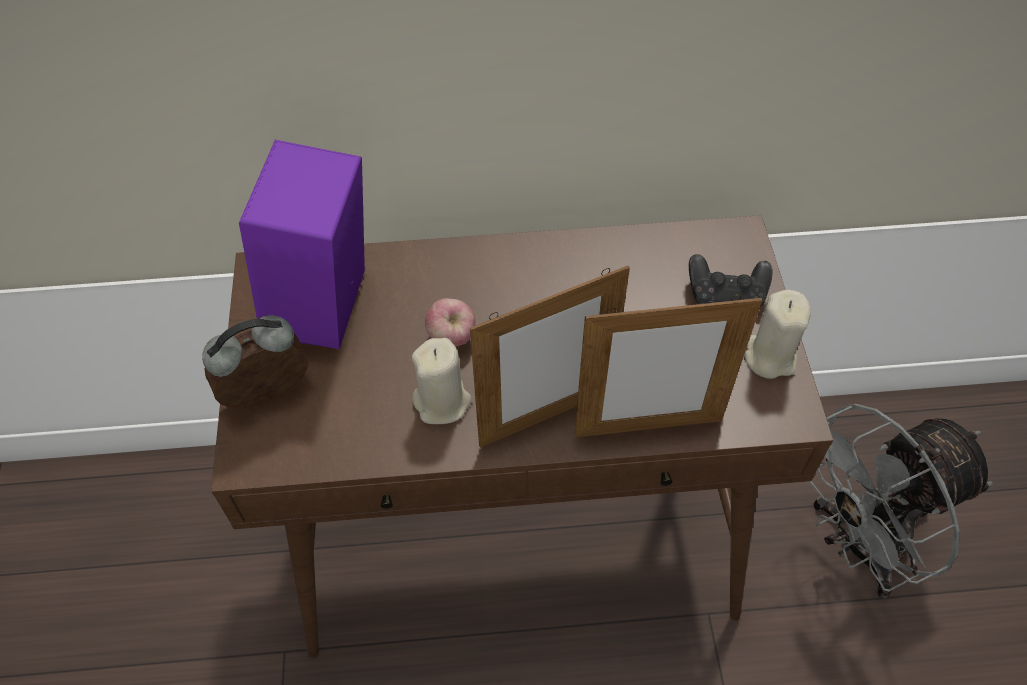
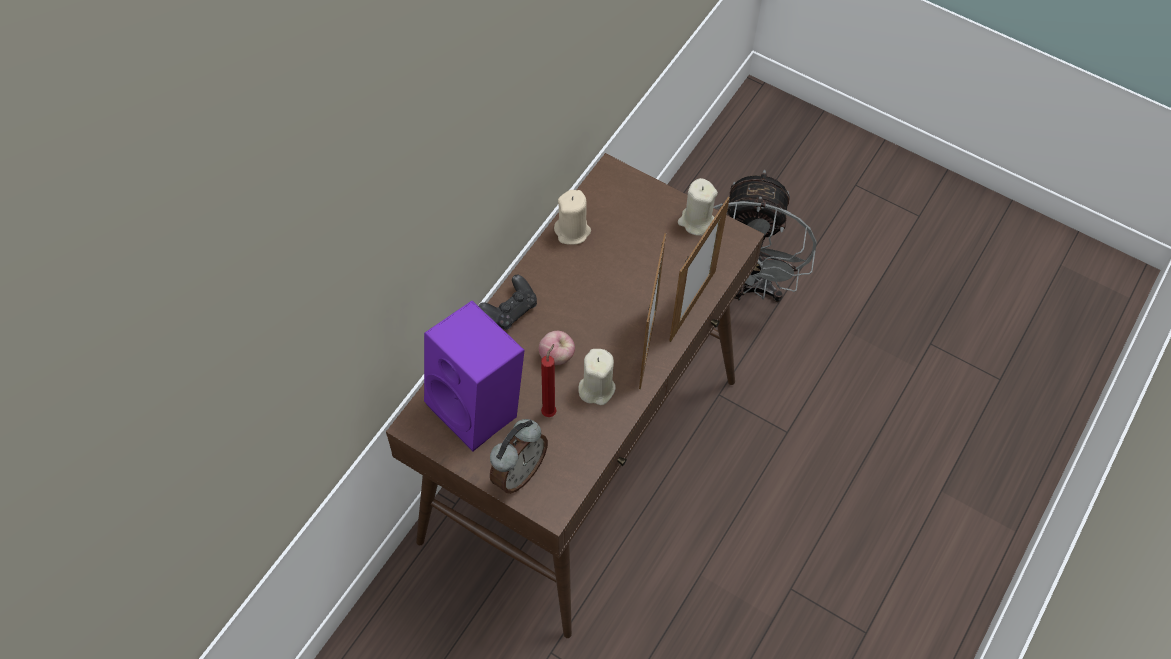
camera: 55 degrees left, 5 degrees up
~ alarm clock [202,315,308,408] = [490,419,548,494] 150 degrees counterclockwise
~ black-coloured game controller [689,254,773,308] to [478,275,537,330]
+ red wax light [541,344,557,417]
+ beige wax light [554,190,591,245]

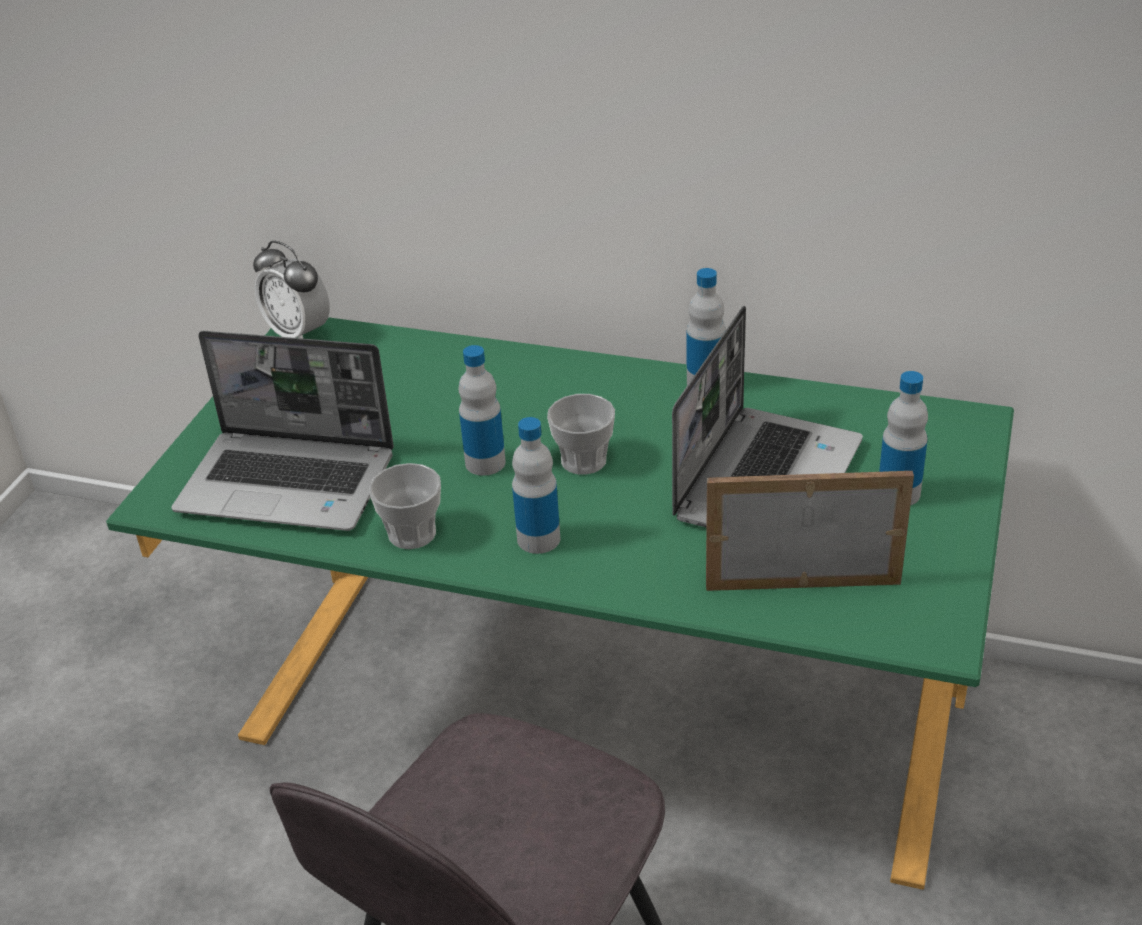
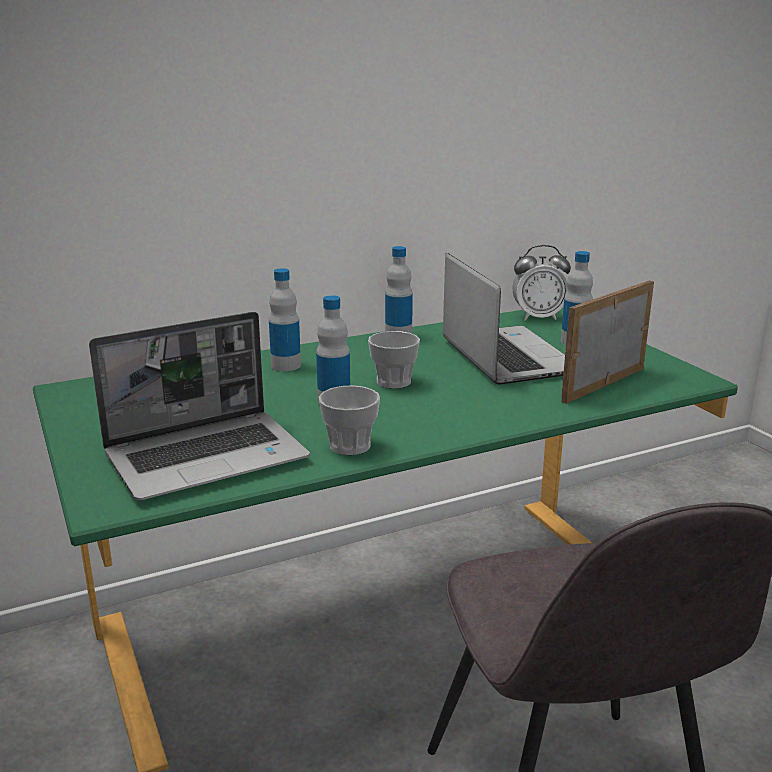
camera: 45 degrees left, 15 degrees down
~ alarm clock [253,241,330,339] to [512,245,571,321]
~ bottle [512,417,560,554] to [269,268,301,371]

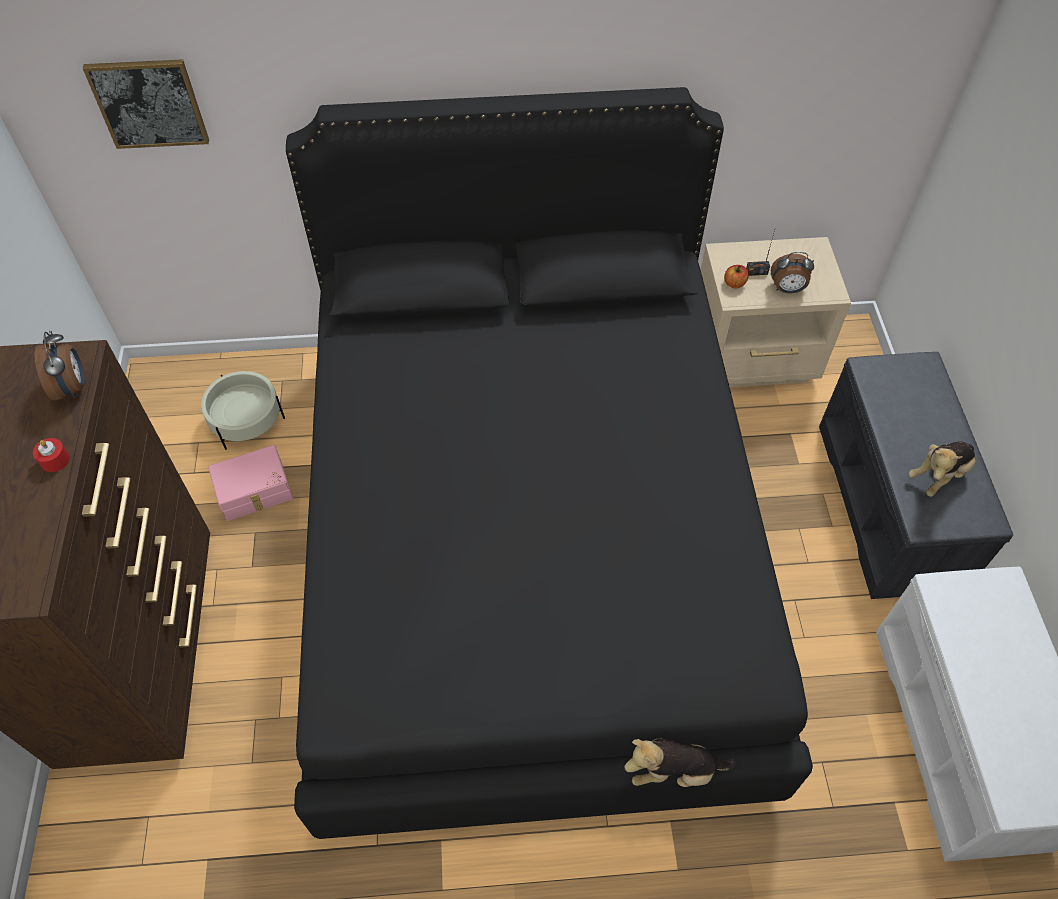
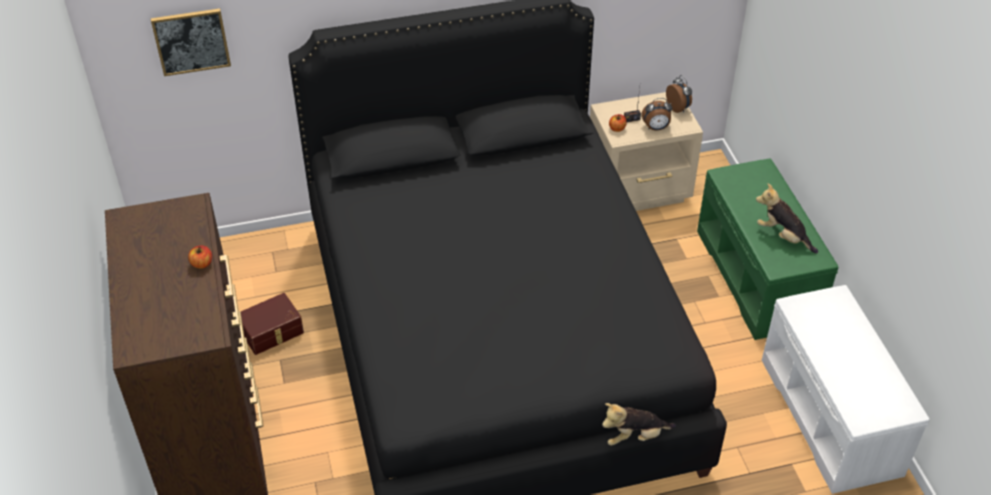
camera: 10 degrees left, 10 degrees down
~ red wax light [33,438,70,472] to whole apple [188,245,212,269]
~ alarm clock [34,331,84,400] to [666,75,692,113]
- beige planter [201,371,285,450]
~ pinkish storage container [208,445,293,521] to brownish storage container [241,293,304,355]
~ greyish long seat [819,352,1013,599] to green-coloured long seat [697,159,838,340]
~ cuddly toy [909,441,975,497] = [756,183,818,254] 90 degrees clockwise

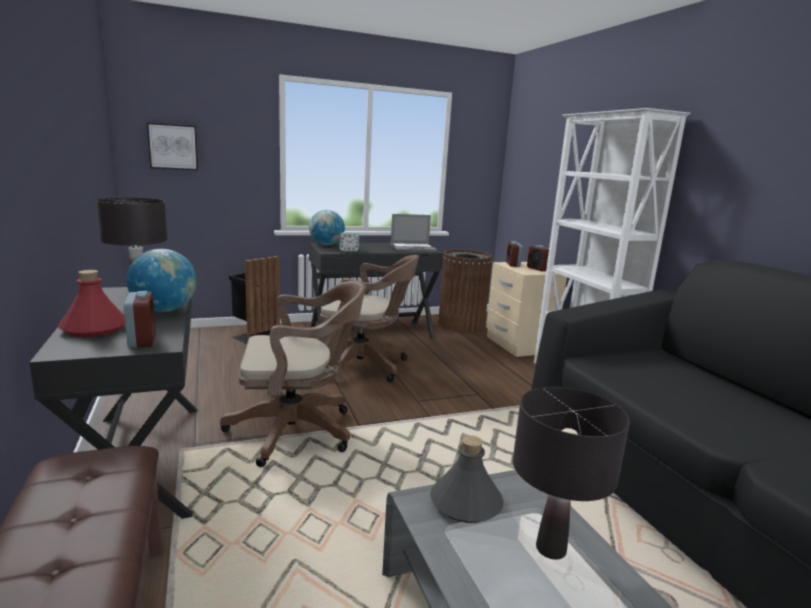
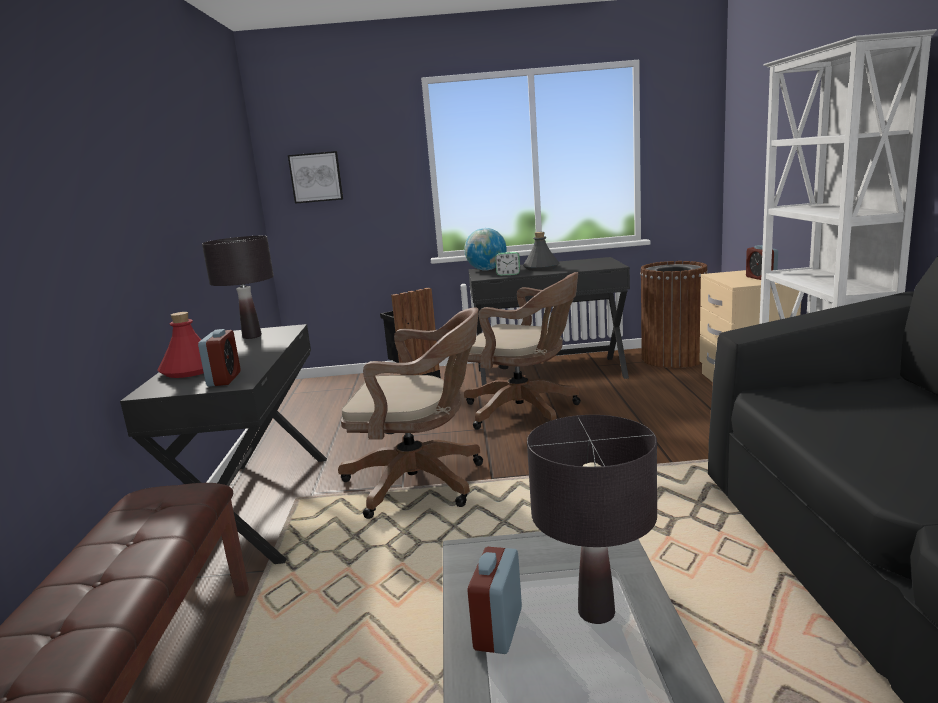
camera: 20 degrees right, 0 degrees up
- desk globe [126,249,197,312]
- notebook computer [391,214,437,252]
~ greyish bottle [430,435,504,523] to [523,232,559,271]
~ alarm clock [506,241,523,267] to [468,547,522,654]

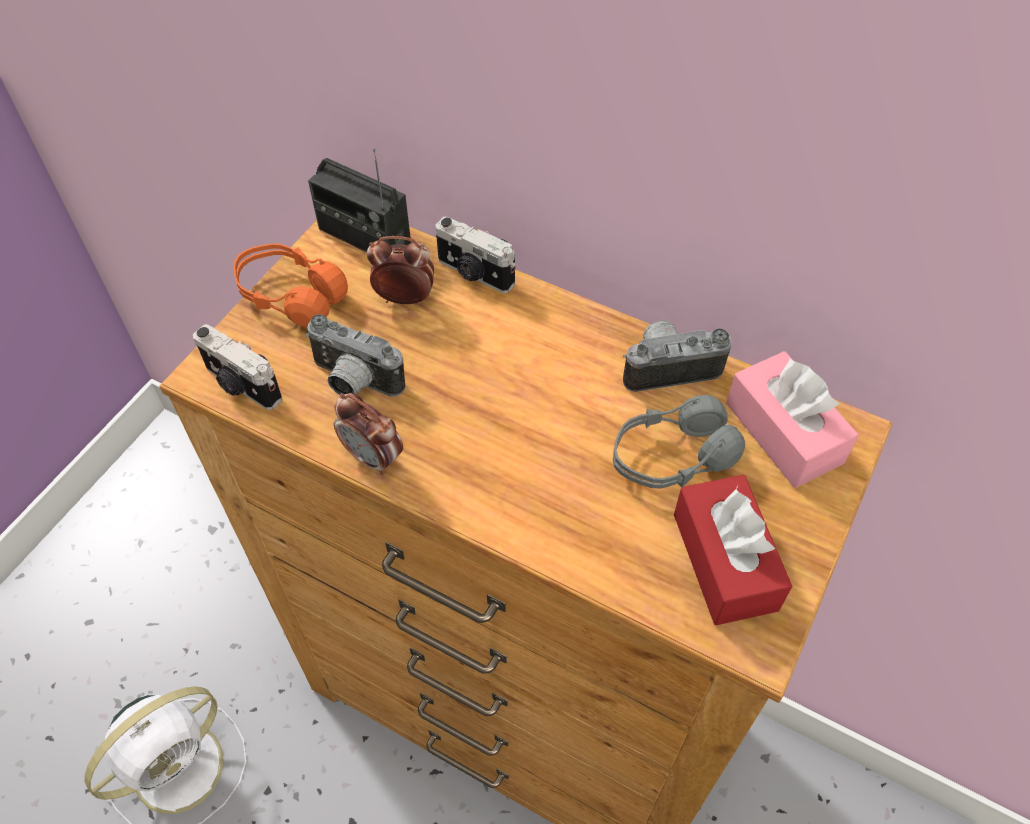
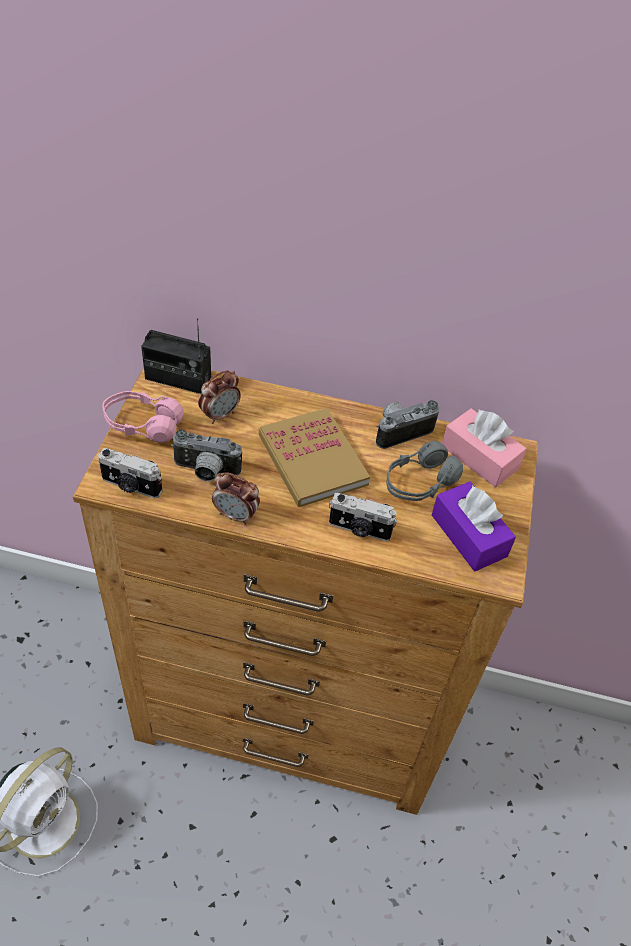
camera: 20 degrees left, 5 degrees down
~ orange-coloured pair of headphones [233,243,348,327] to pinkish pair of headphones [102,391,184,443]
~ alarm clock [366,236,434,305] = [198,370,241,424] 150 degrees clockwise
~ photo camera [435,216,516,293] to [329,493,398,542]
~ red box of tissues [674,475,792,625] to purplish box of tissues [432,482,516,571]
+ book [259,408,370,507]

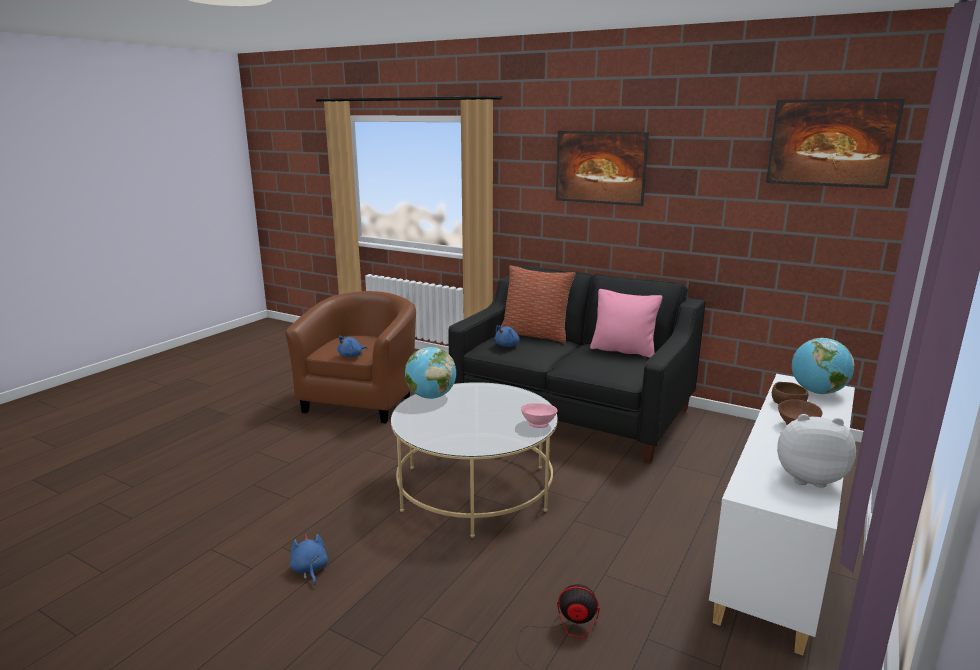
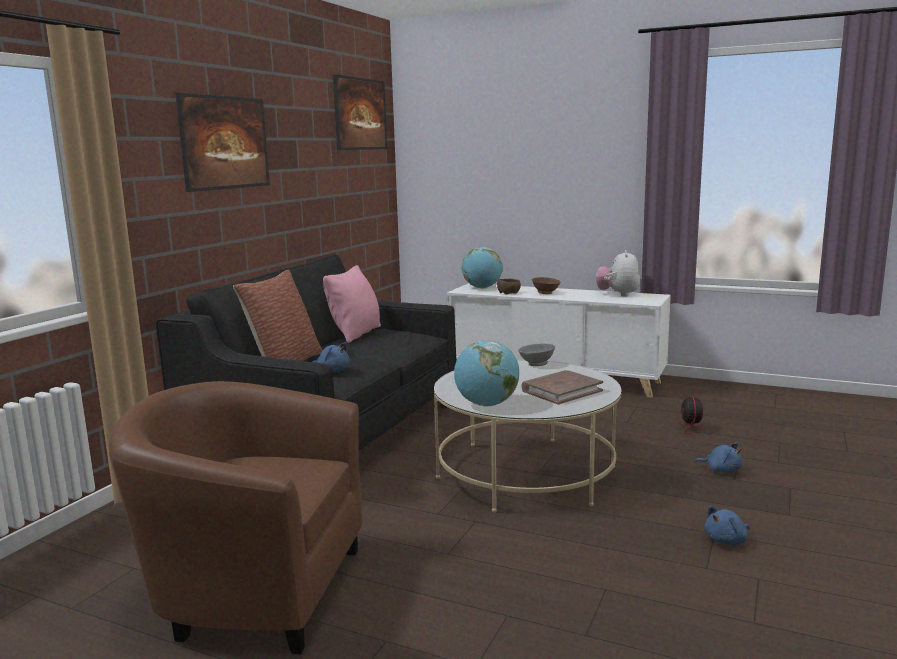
camera: 95 degrees left, 5 degrees down
~ blue cuddly toy [337,336,367,357] to [694,443,742,473]
~ pinkish deep dish [521,403,558,428] to greyish deep dish [518,344,555,366]
+ brownish book [521,370,603,404]

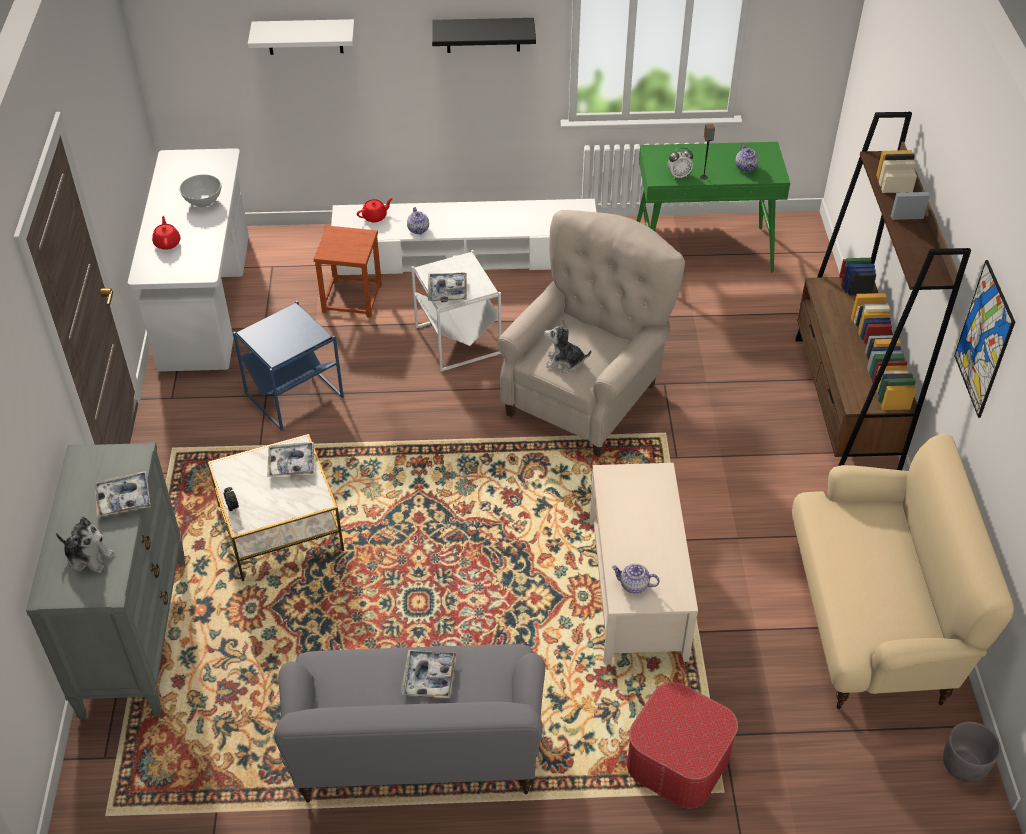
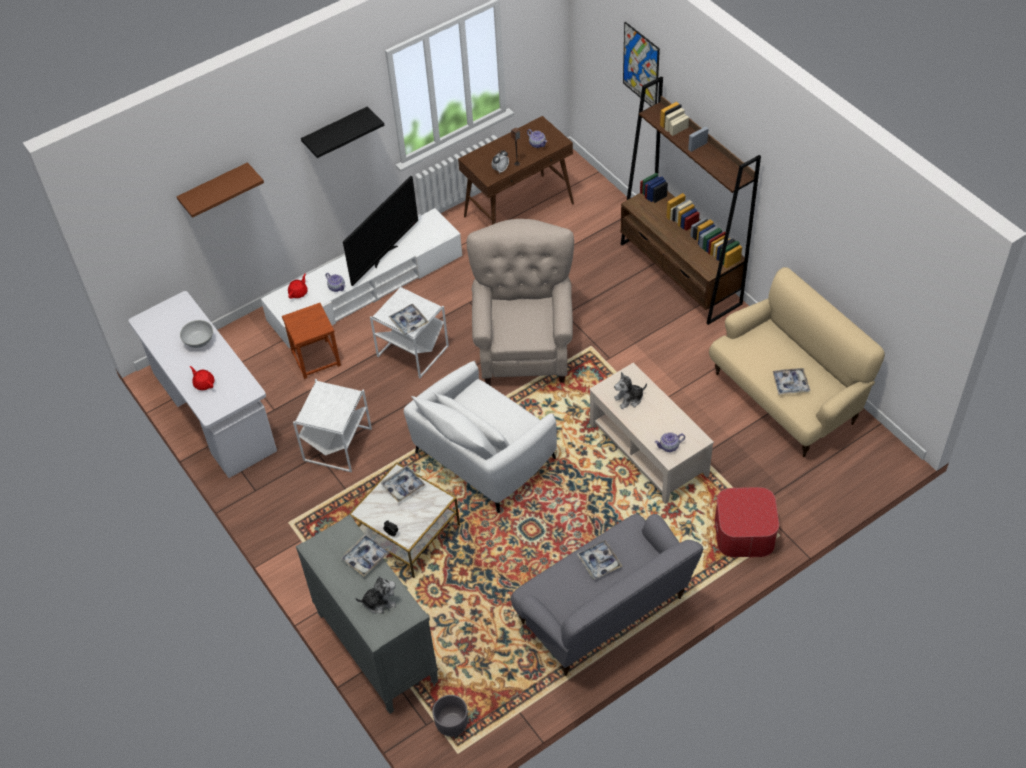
camera: 30 degrees left, 5 degrees up
~ blue side table [233,301,344,431] to white side table [293,379,372,472]
~ white shelf [248,19,355,55] to brownish shelf [176,162,264,218]
~ cuddly toy [544,319,591,373] to [614,372,647,409]
~ green-coloured console table [637,142,790,272] to brownish console table [458,116,574,225]
~ greyish planter [943,721,1001,783] to [432,695,468,737]
~ wall picture [954,260,1015,418] to [623,22,660,106]
+ TV set [343,176,418,286]
+ white lounge chair [404,361,557,513]
+ serving tray [773,368,810,395]

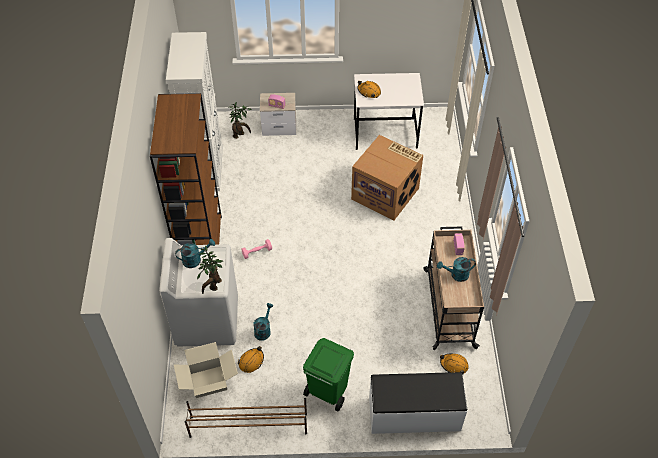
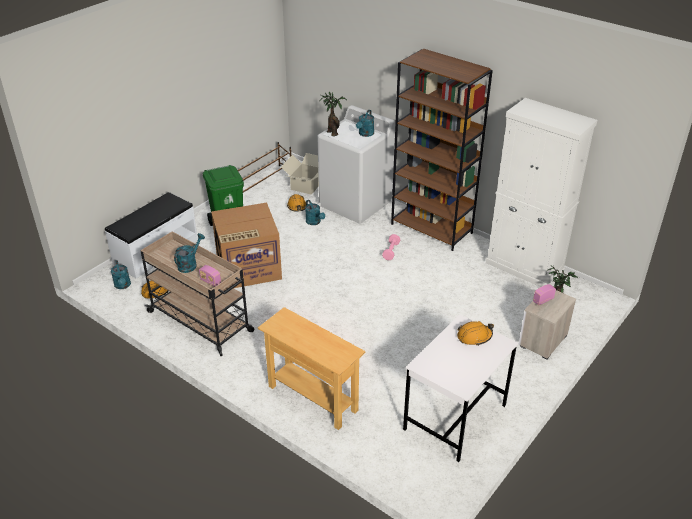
camera: 130 degrees right, 15 degrees down
~ packing box [351,135,423,221] to [211,203,282,288]
+ turquoise sprinkling can [111,260,131,289]
+ beige console table [258,307,366,430]

